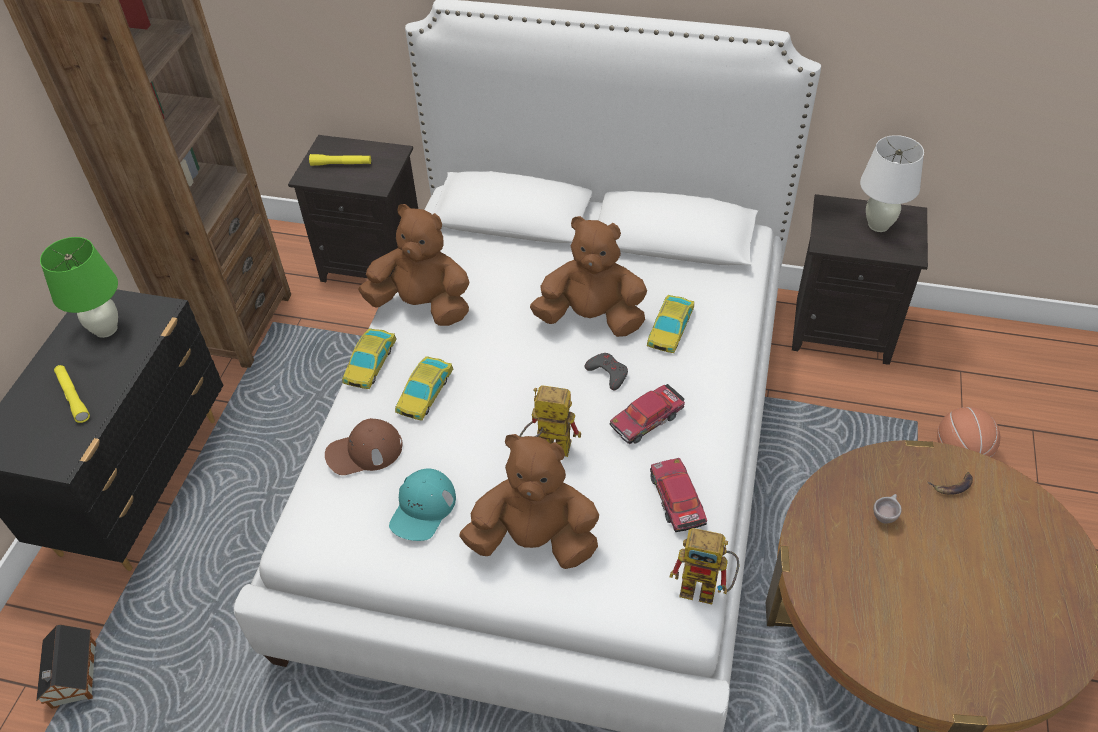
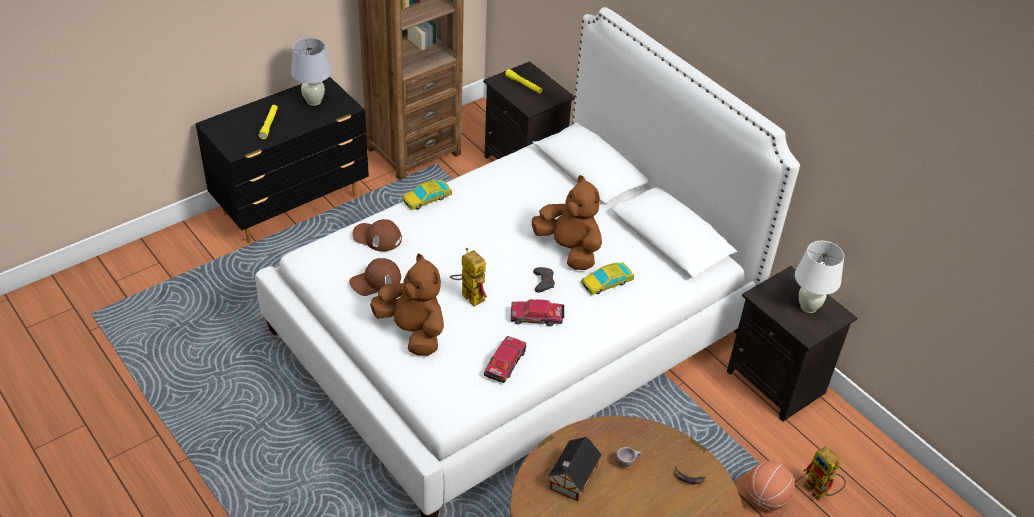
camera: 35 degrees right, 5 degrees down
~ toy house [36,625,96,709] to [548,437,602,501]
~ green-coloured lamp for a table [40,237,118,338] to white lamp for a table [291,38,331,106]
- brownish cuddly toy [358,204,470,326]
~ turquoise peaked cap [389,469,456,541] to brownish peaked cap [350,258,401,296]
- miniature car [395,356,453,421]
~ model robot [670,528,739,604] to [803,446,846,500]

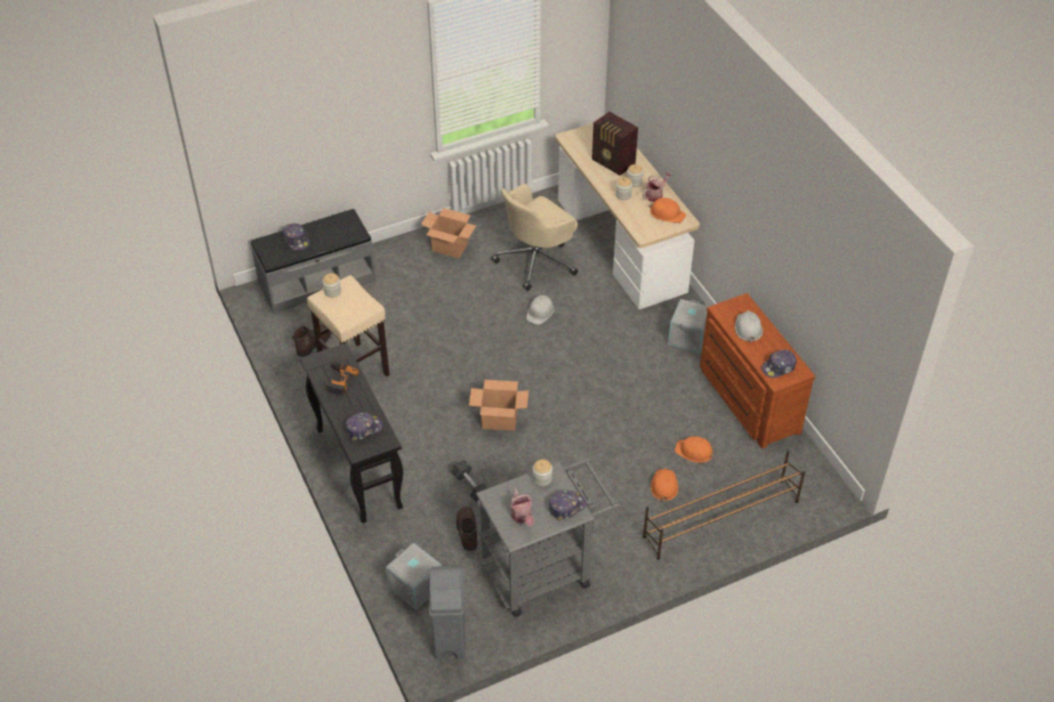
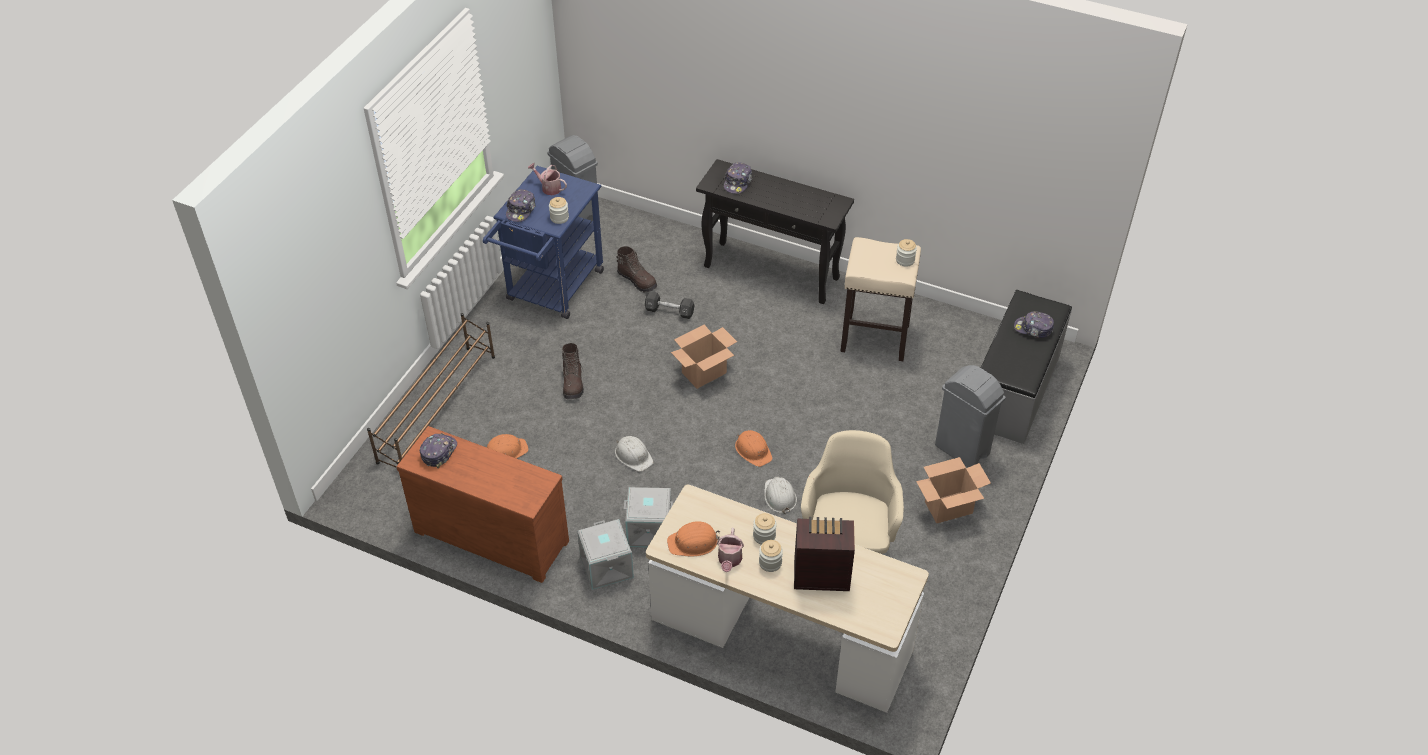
camera: 140 degrees right, 0 degrees up
~ brownish high-top boot [292,324,332,357] to [562,343,584,399]
- power drill [326,363,359,396]
~ greyish storage container [386,542,442,610] to [624,487,673,547]
~ greyish wheeled cart [476,458,621,617] to blue wheeled cart [483,166,604,319]
~ orange-coloured hard hat [651,468,678,502] to [735,430,773,467]
~ white hard hat [735,311,763,343] to [615,436,654,472]
+ greyish trash can [935,365,1005,467]

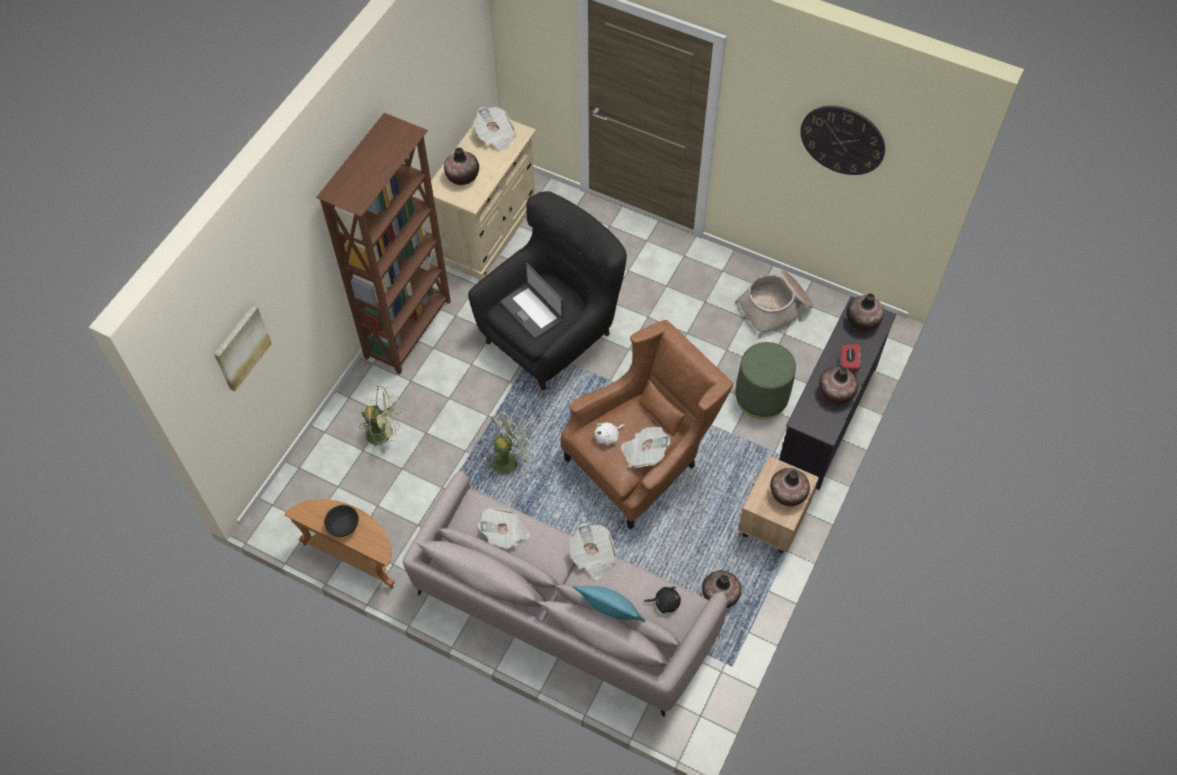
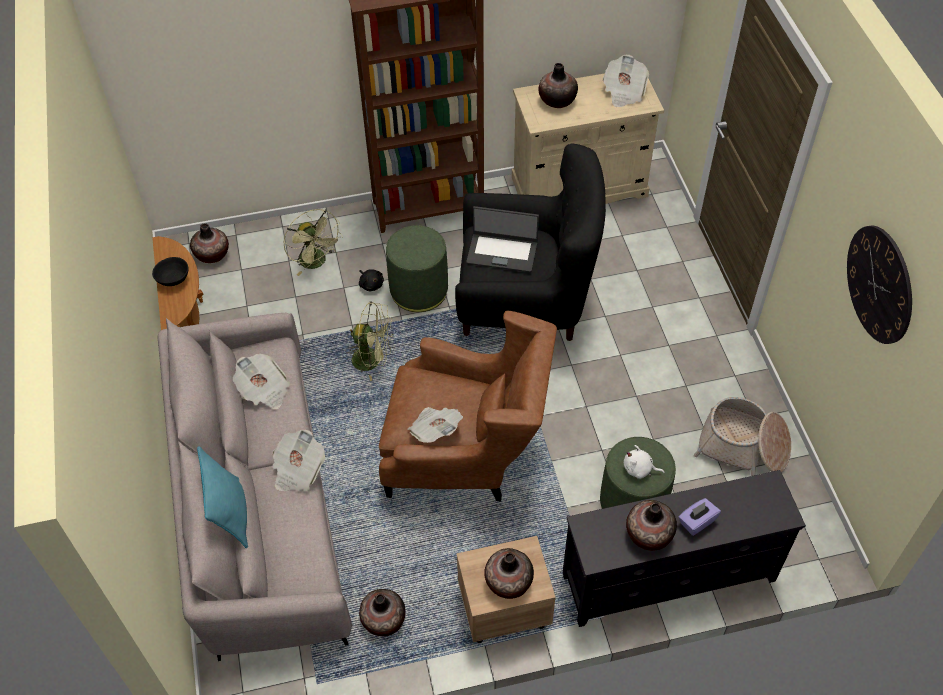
camera: 50 degrees right, 5 degrees down
- wall picture [214,305,272,391]
~ notebook computer [500,263,564,339] = [466,206,539,272] 90 degrees counterclockwise
~ white cuddly toy [595,423,625,445] to [624,445,665,479]
~ black-coloured cuddly toy [644,587,681,613] to [359,269,384,291]
~ red box of tissues [841,344,861,373] to purplish box of tissues [678,498,721,536]
~ vase [846,293,884,331] to [190,223,229,263]
+ green-coloured footrest [386,225,448,312]

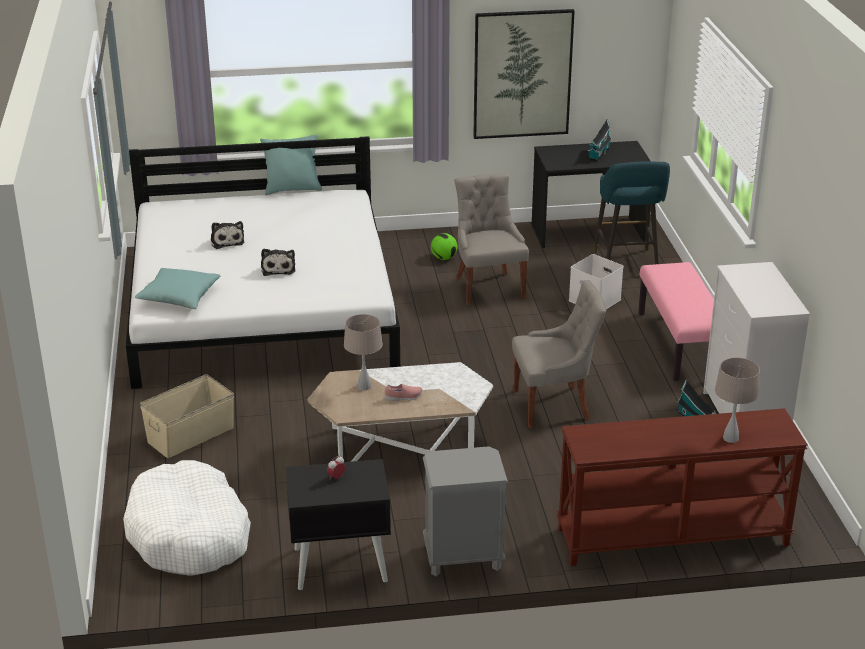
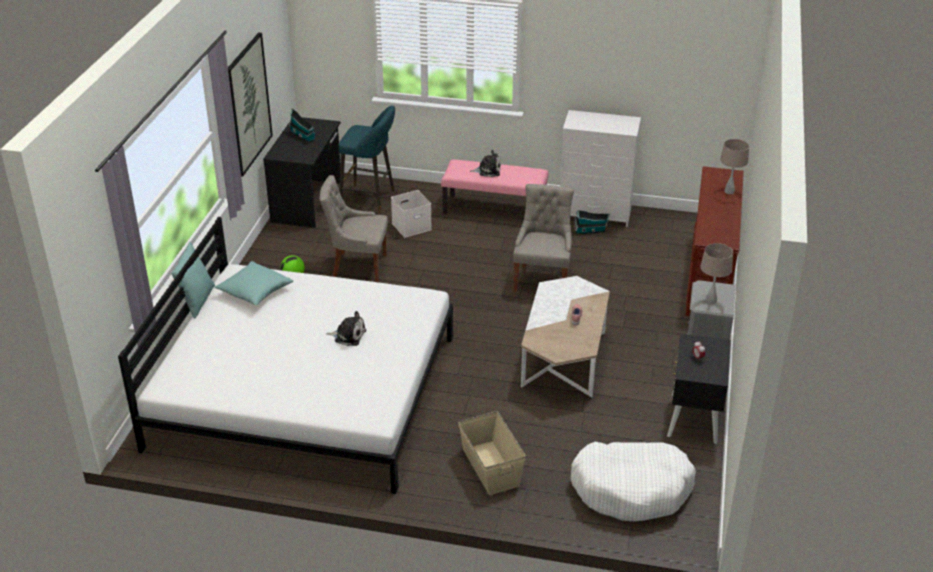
camera: 70 degrees left, 5 degrees up
~ turquoise cushion [135,268,220,309] to [215,261,293,306]
~ cuddly toy [211,221,244,249] to [470,150,501,177]
~ beige lamp for a table [344,314,383,391] to [700,243,733,304]

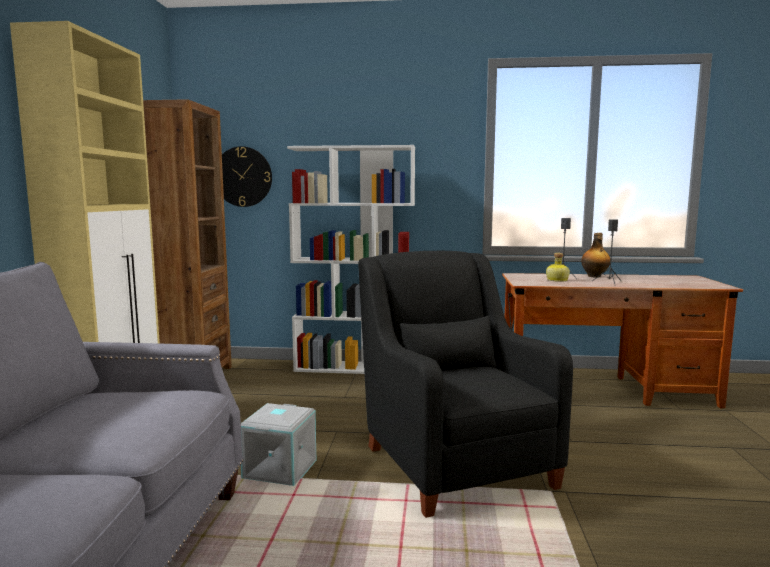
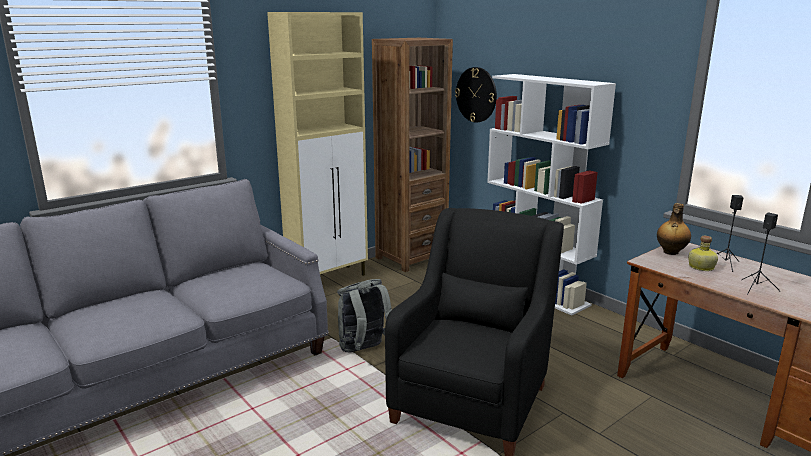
camera: 45 degrees right, 10 degrees up
~ greyish storage container [241,403,316,486] to greyish rucksack [337,279,392,353]
~ bottle [581,233,610,278] to [657,203,691,255]

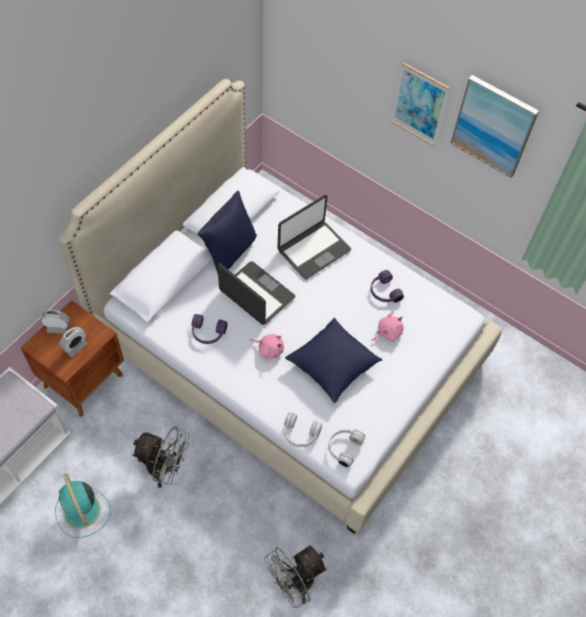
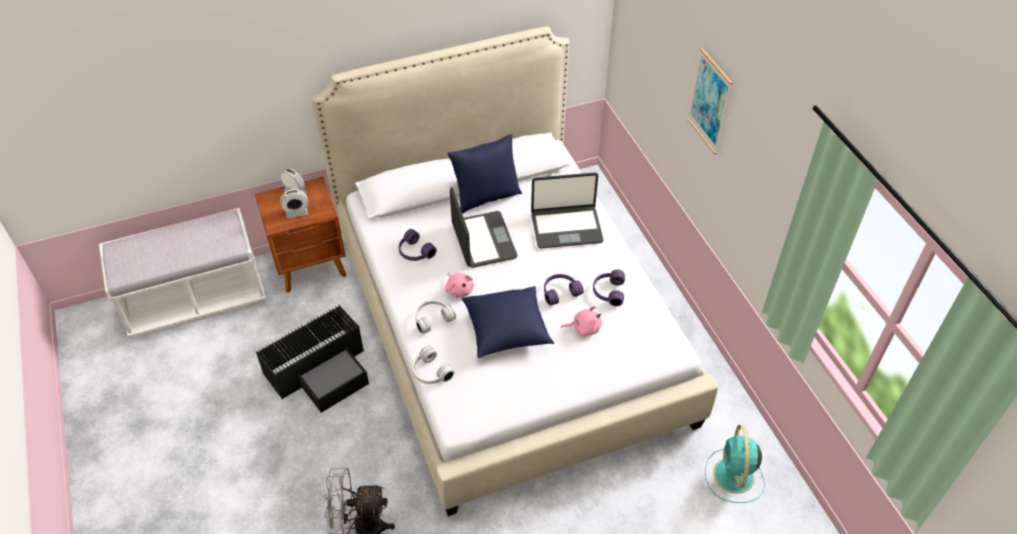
camera: 35 degrees right, 10 degrees down
~ turquoise electric fan [55,473,111,538] to [705,425,765,503]
~ greyish electric fan [132,427,190,488] to black-coloured storage container [255,304,369,413]
~ white pair of headphones [329,429,365,468] to [415,300,456,334]
- wall picture [451,75,539,178]
+ purplish pair of headphones [544,274,584,306]

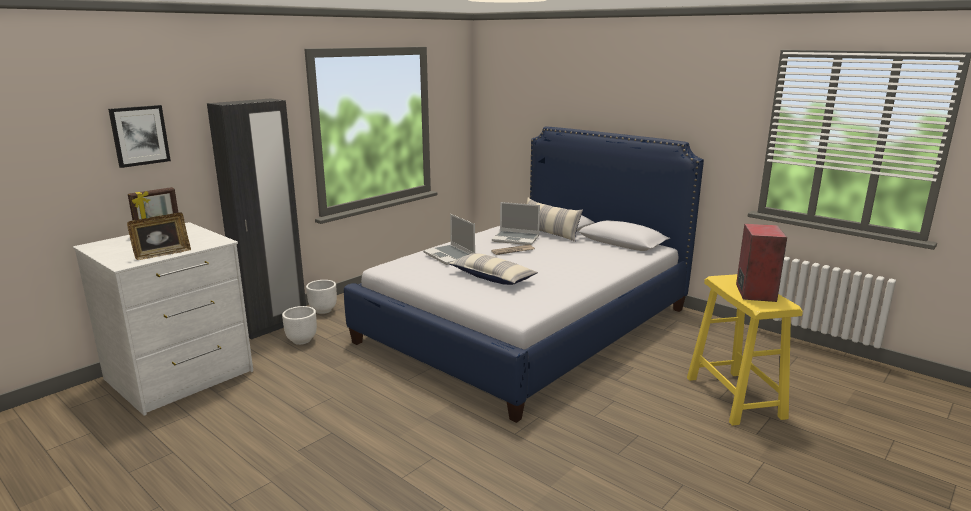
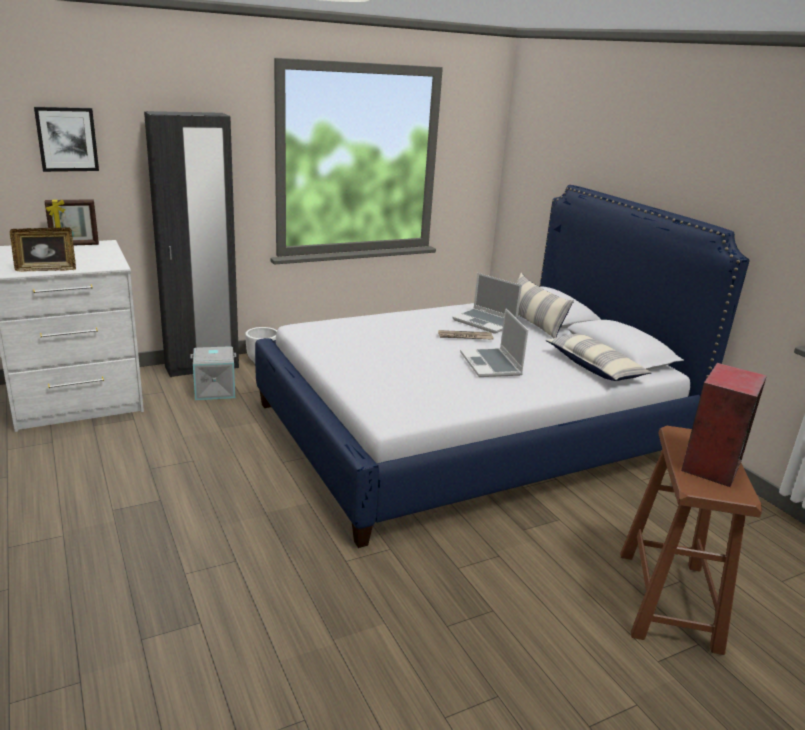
camera: 20 degrees right, 5 degrees up
~ white planter [282,306,317,345] to greyish storage container [190,346,236,400]
~ notebook computer [423,214,475,265] to [460,308,528,377]
~ cushion [448,253,538,285] to [546,333,652,381]
~ yellow-coloured stool seat [687,274,803,426] to brownish stool seat [620,426,762,655]

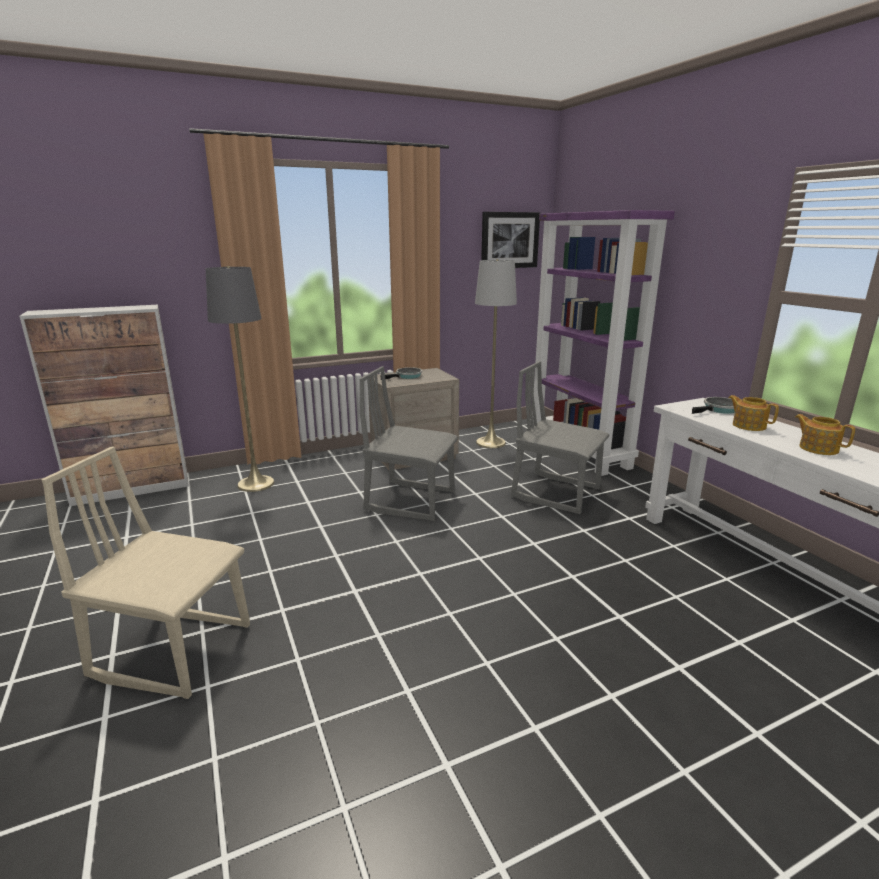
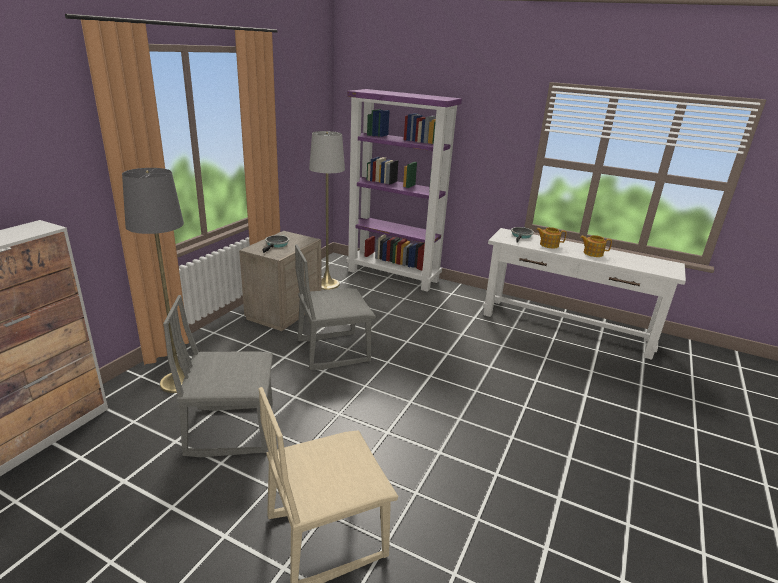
camera: 40 degrees left, 5 degrees up
- wall picture [481,212,540,268]
~ greyish chair [511,361,609,514] to [163,295,273,457]

